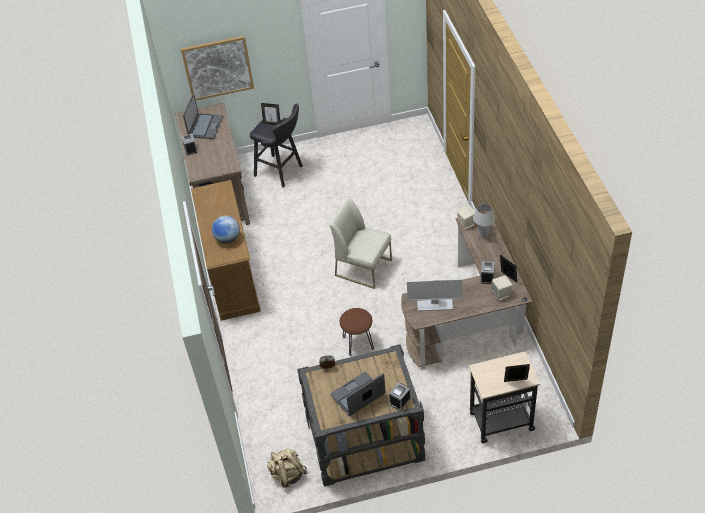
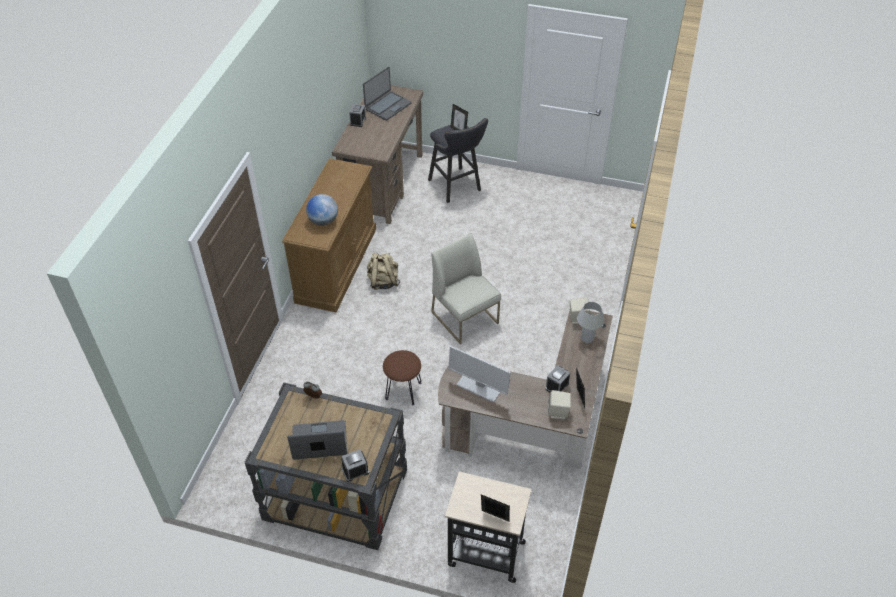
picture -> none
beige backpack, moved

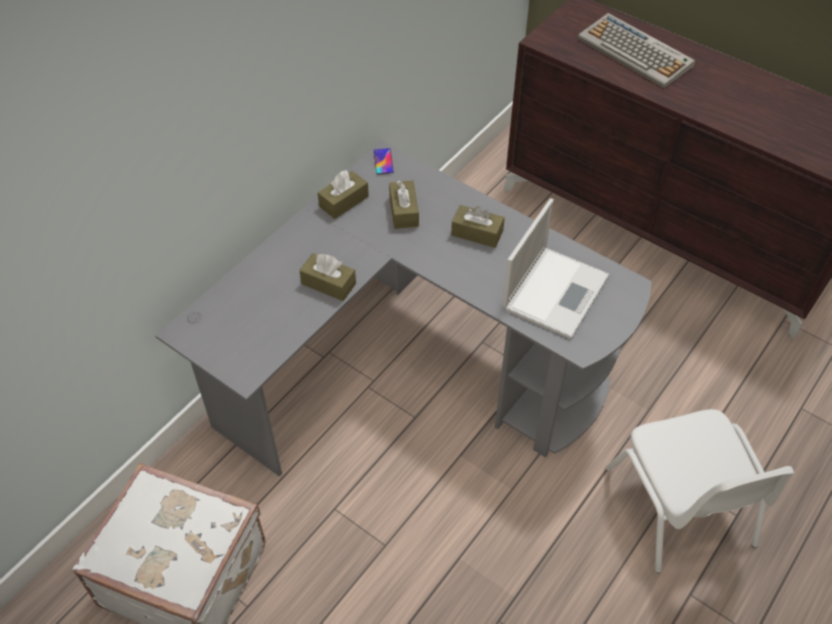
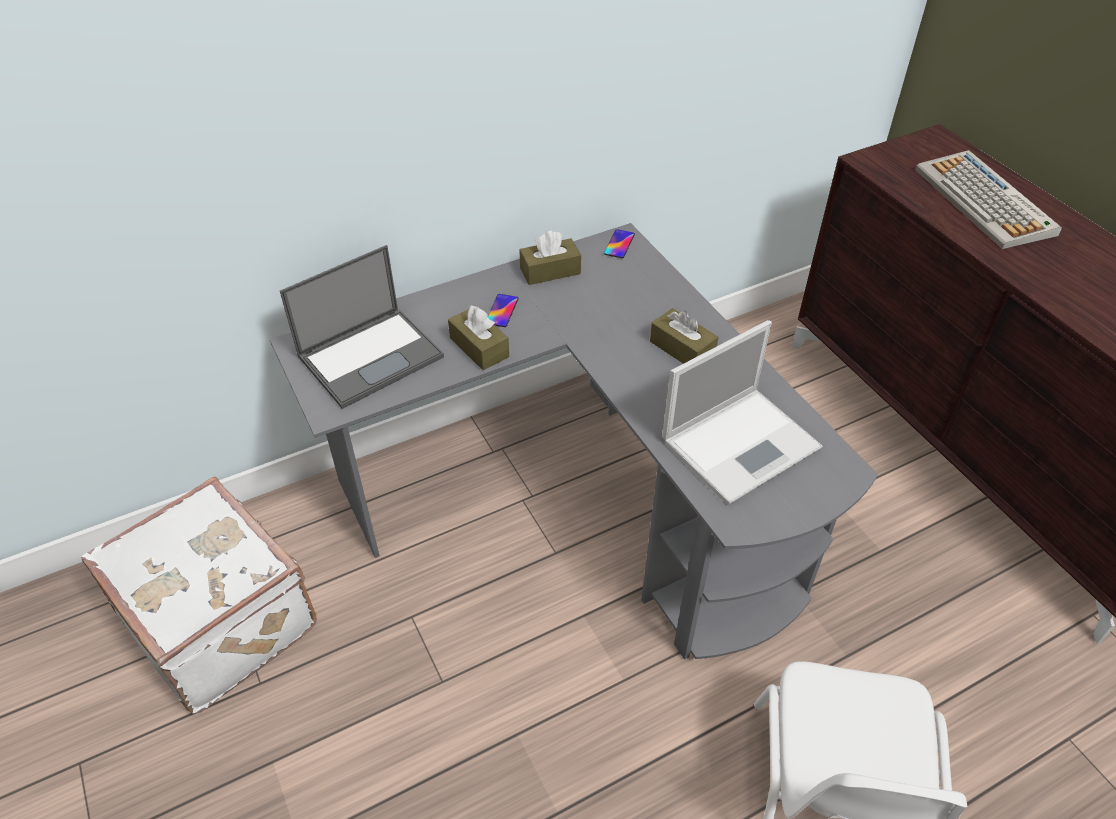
brown tissue box (3rd from left) -> none
none -> laptop (1st from left)
none -> phone (1st from left)

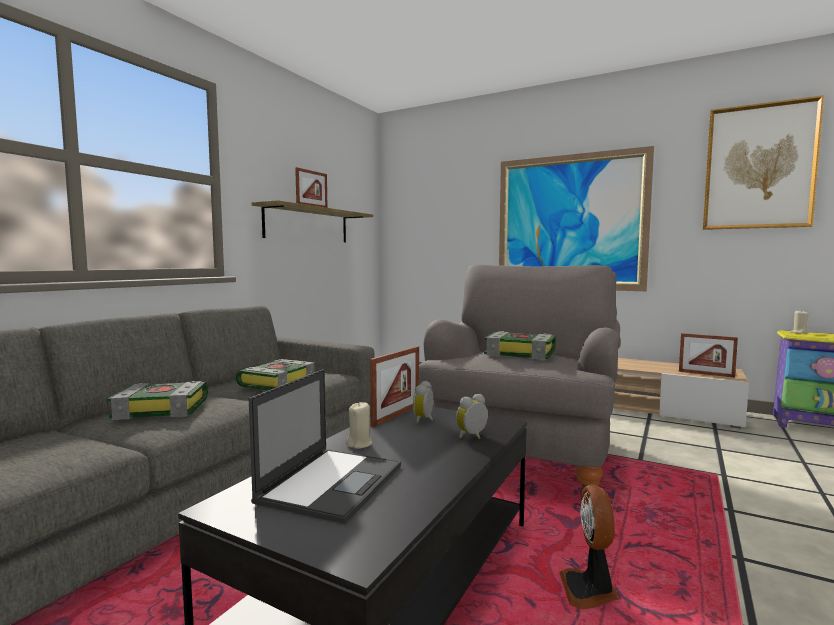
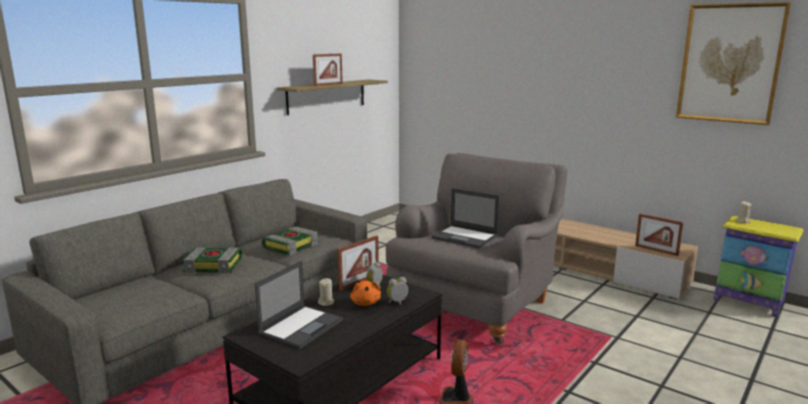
picture (1st from left) -> none
book (3rd from left) -> laptop (2nd from left)
none -> orange plush toy

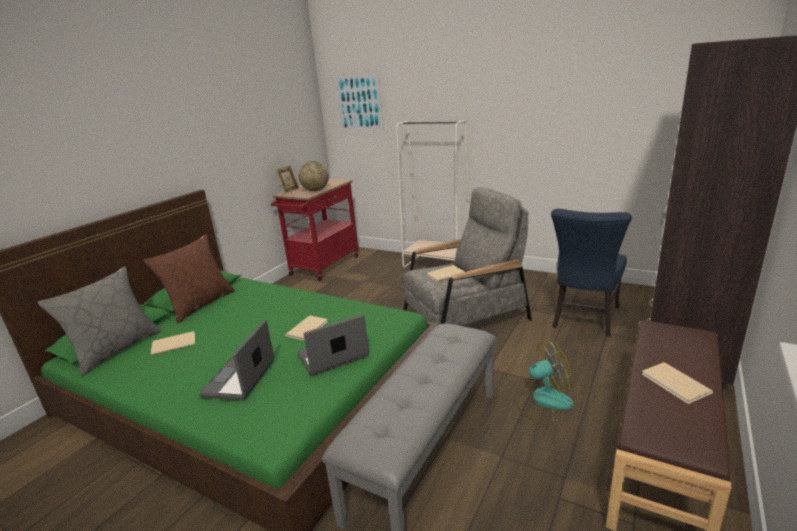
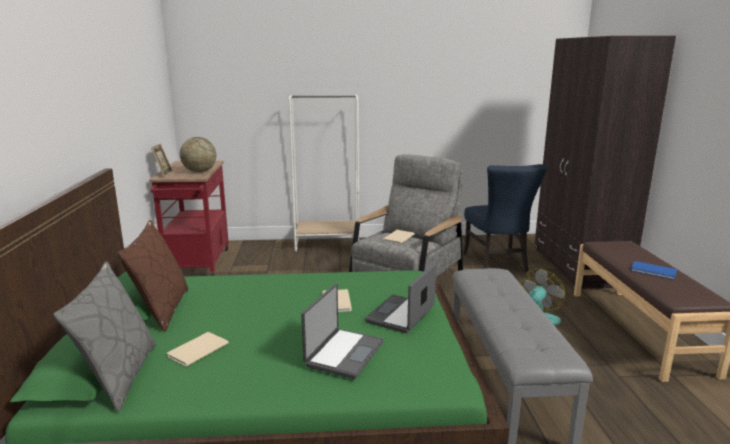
picture -> none
laptop (1st from left), 135 degrees counterclockwise
beige book (4th from left) -> blue book

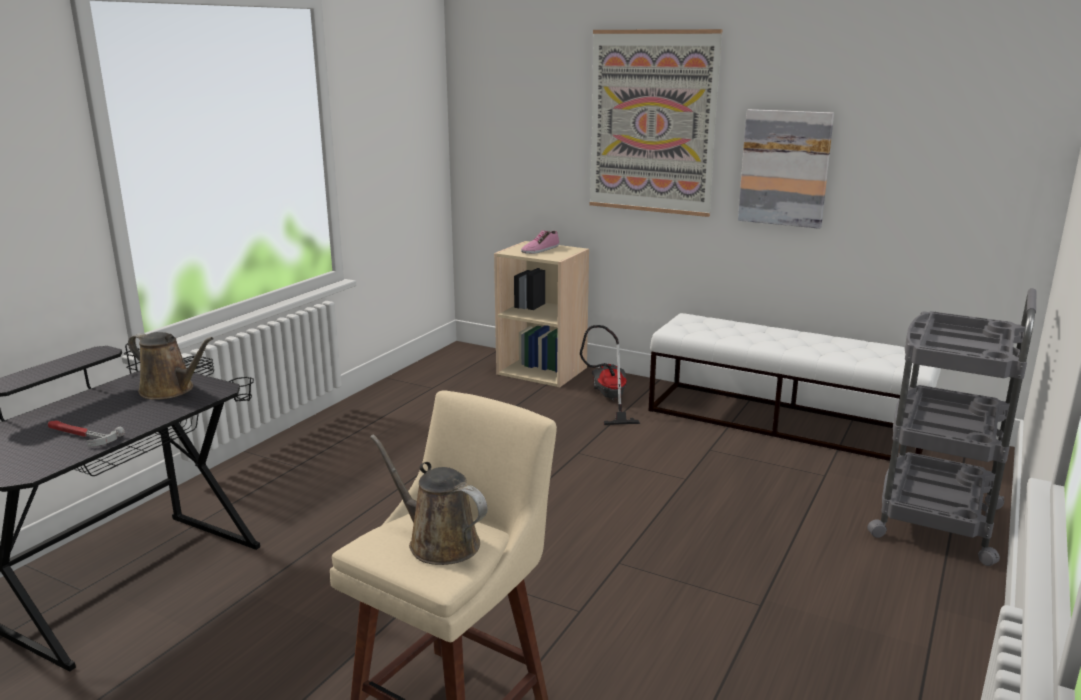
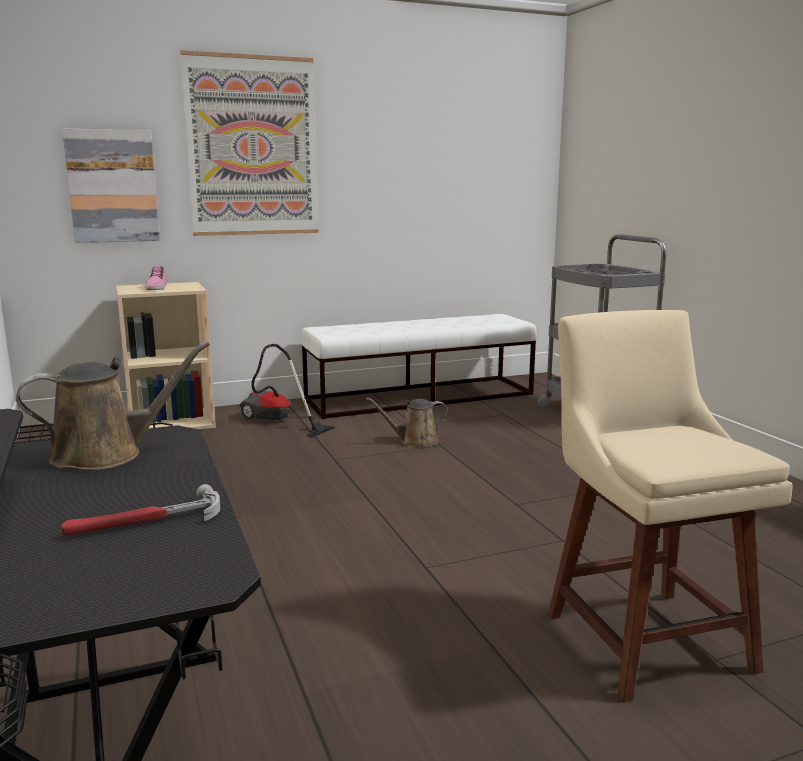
picture (2nd from left in the first image) -> picture (1st from left), moved
brown watering can (2nd from left), moved

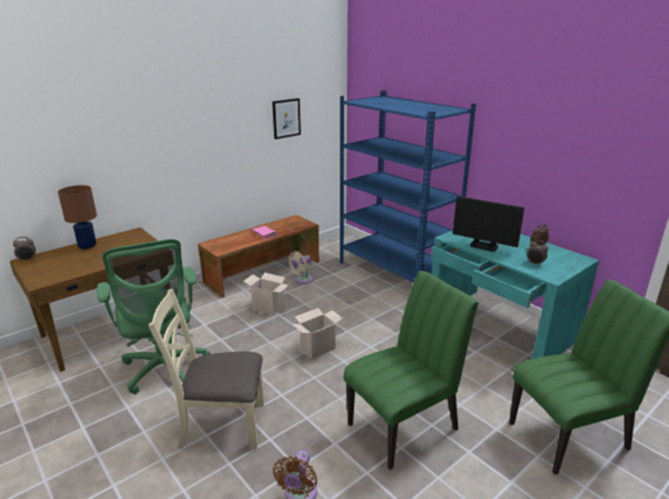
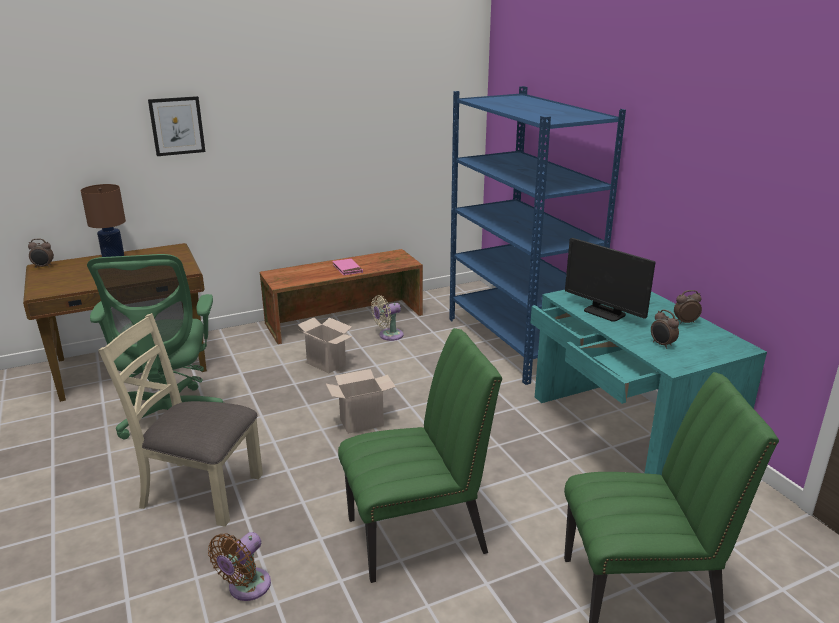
picture, moved

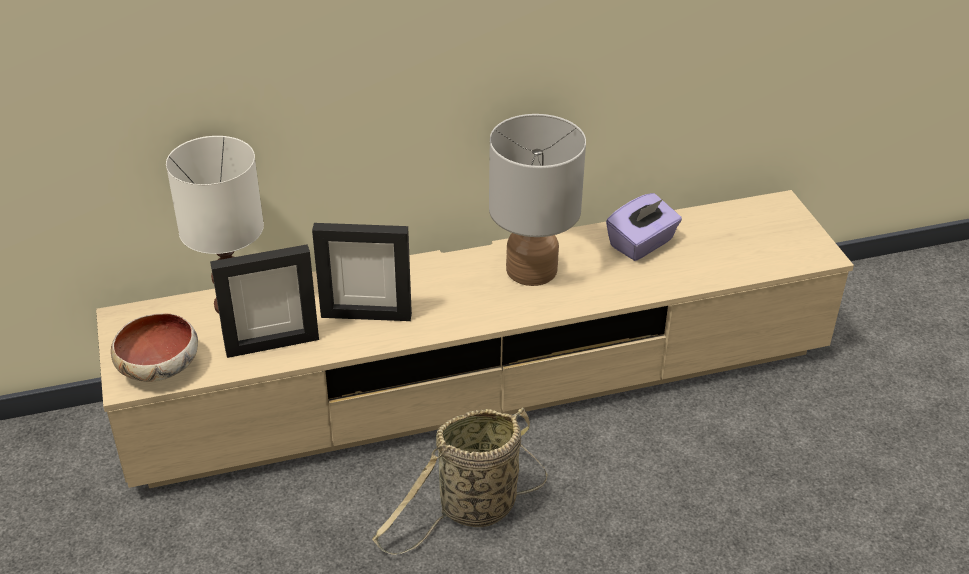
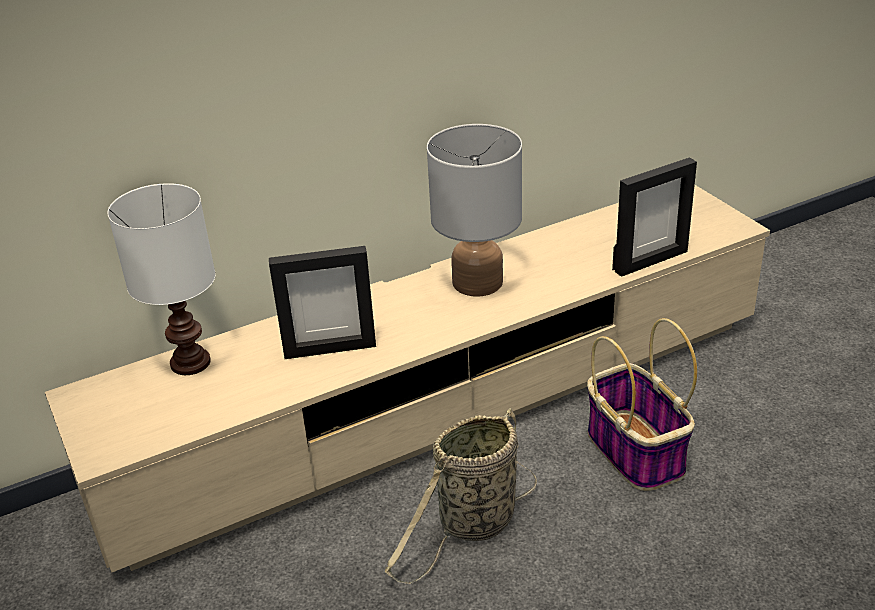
purple tissue box -> none
picture frame (1st from left in the first image) -> picture frame (2nd from left), moved
bowl -> none
none -> basket (2nd from left)

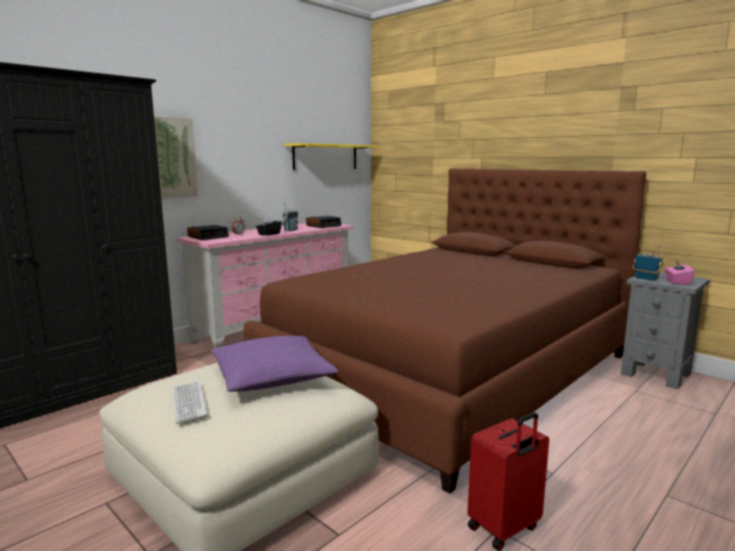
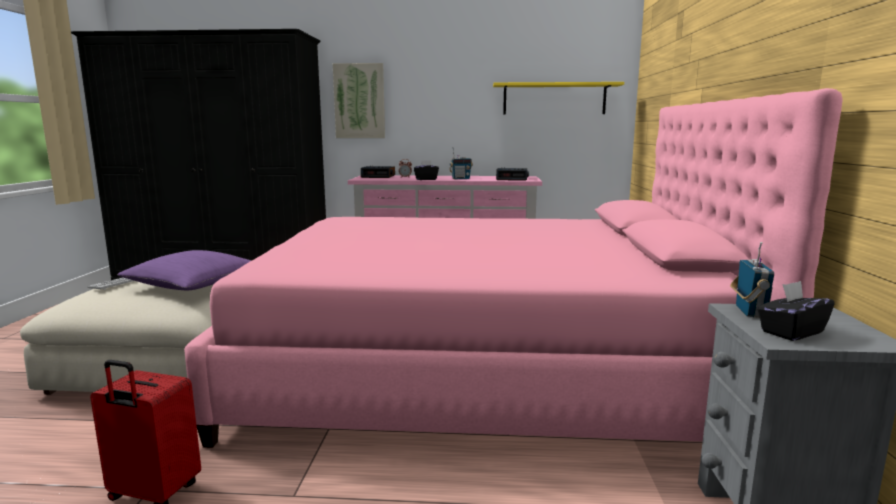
brown bed -> pink bed
pink tissue box -> black tissue box (2nd from left)

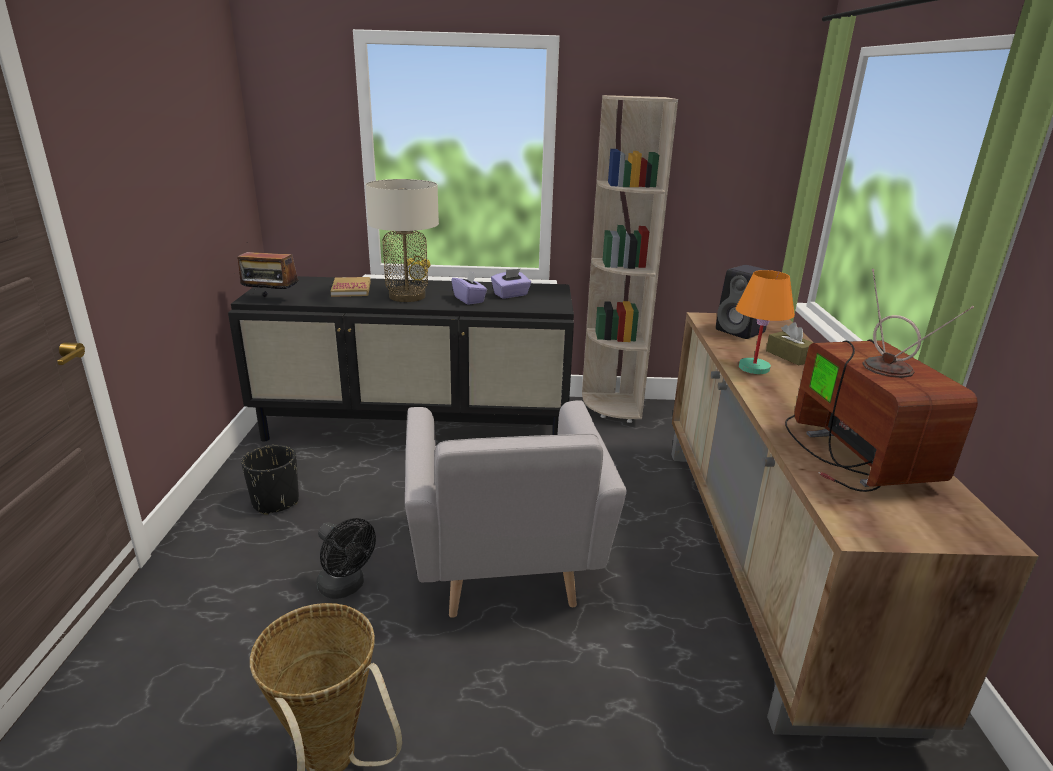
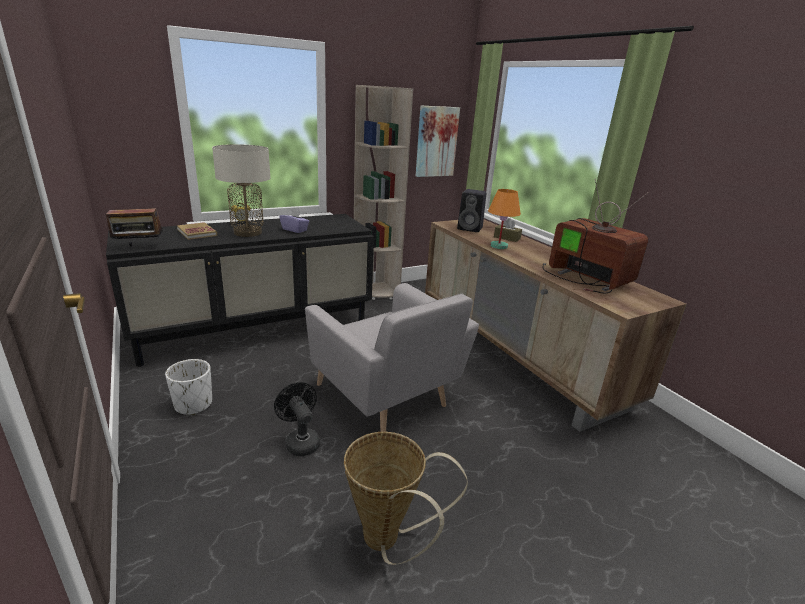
purple tissue box (2nd from left) -> none
black planter -> white planter
black fan, 135 degrees counterclockwise
none -> picture

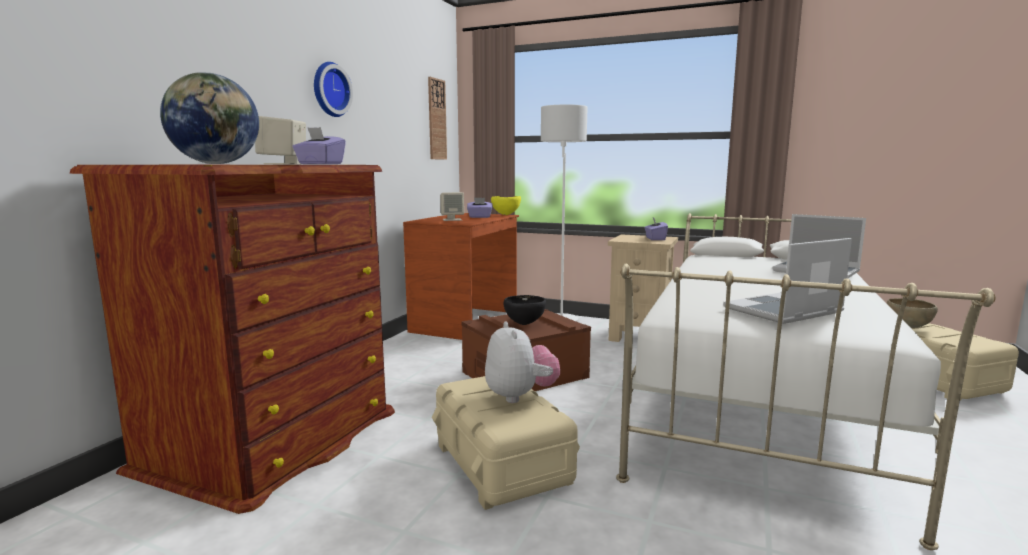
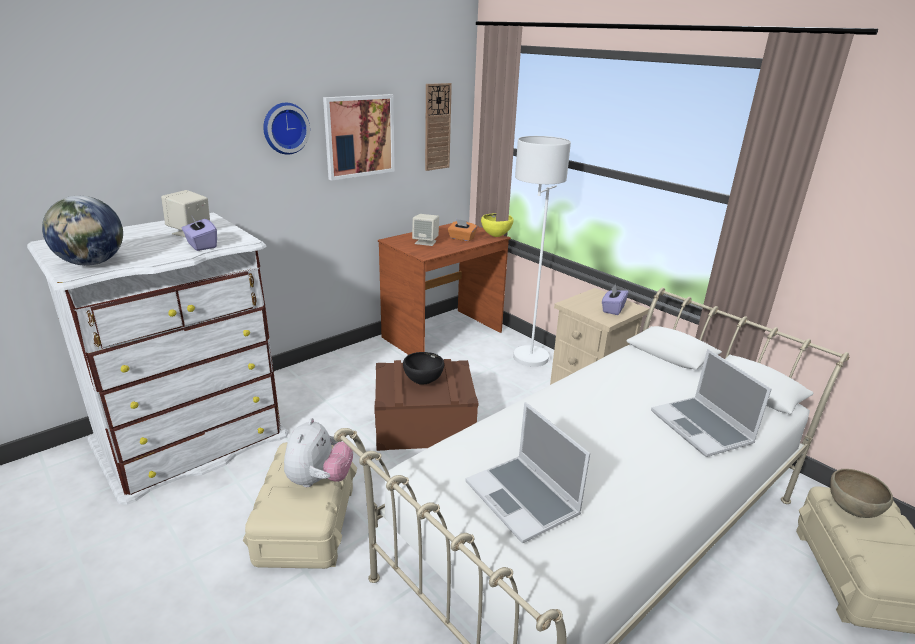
brown dresser -> white dresser
purple tissue box (2nd from left) -> orange tissue box
laptop (1st from left), 120 degrees counterclockwise
none -> picture

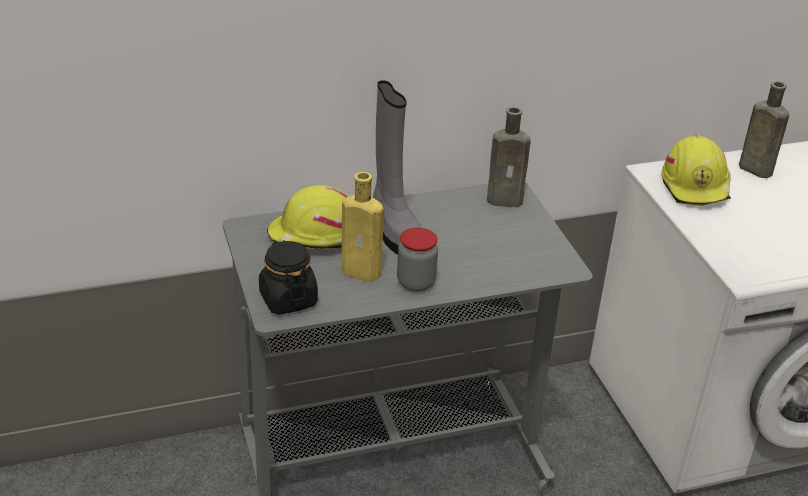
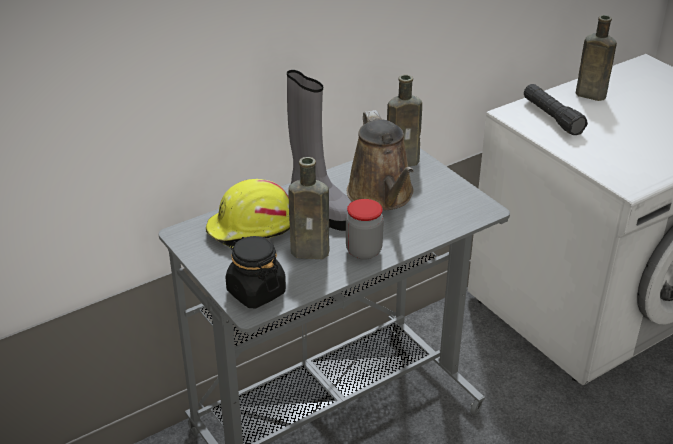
yellow hard hat (2nd from left) -> black flashlight
yellow bottle -> brown bottle (1st from left)
none -> brown watering can

